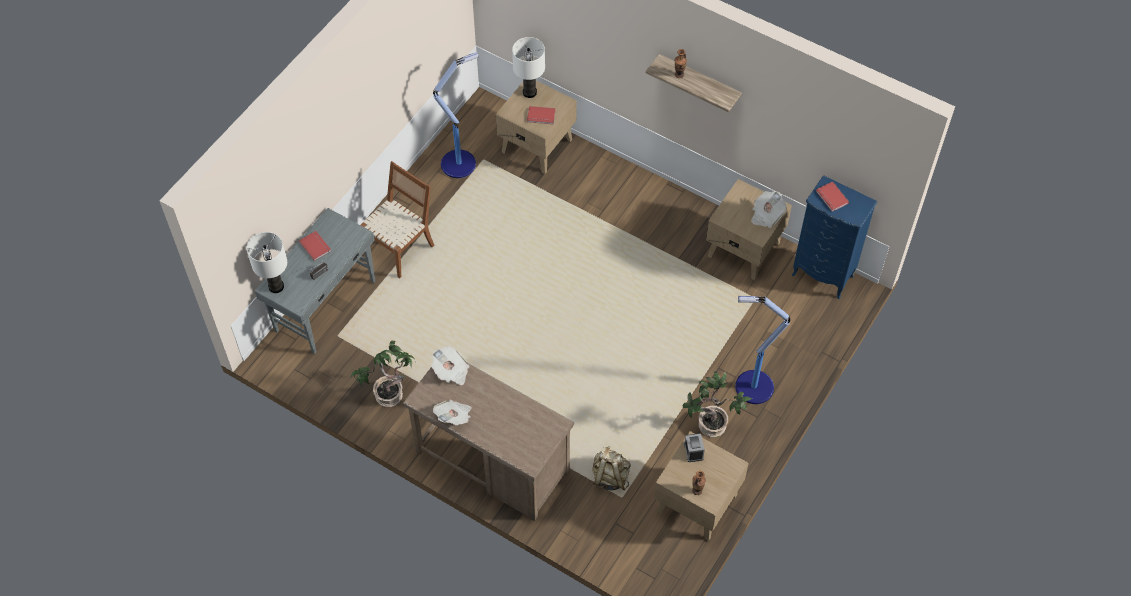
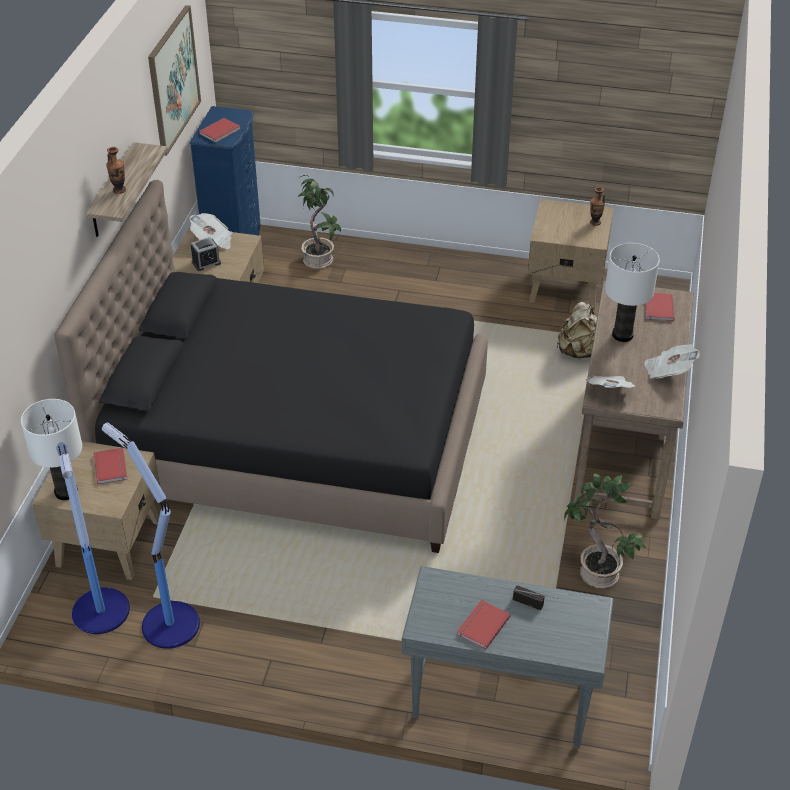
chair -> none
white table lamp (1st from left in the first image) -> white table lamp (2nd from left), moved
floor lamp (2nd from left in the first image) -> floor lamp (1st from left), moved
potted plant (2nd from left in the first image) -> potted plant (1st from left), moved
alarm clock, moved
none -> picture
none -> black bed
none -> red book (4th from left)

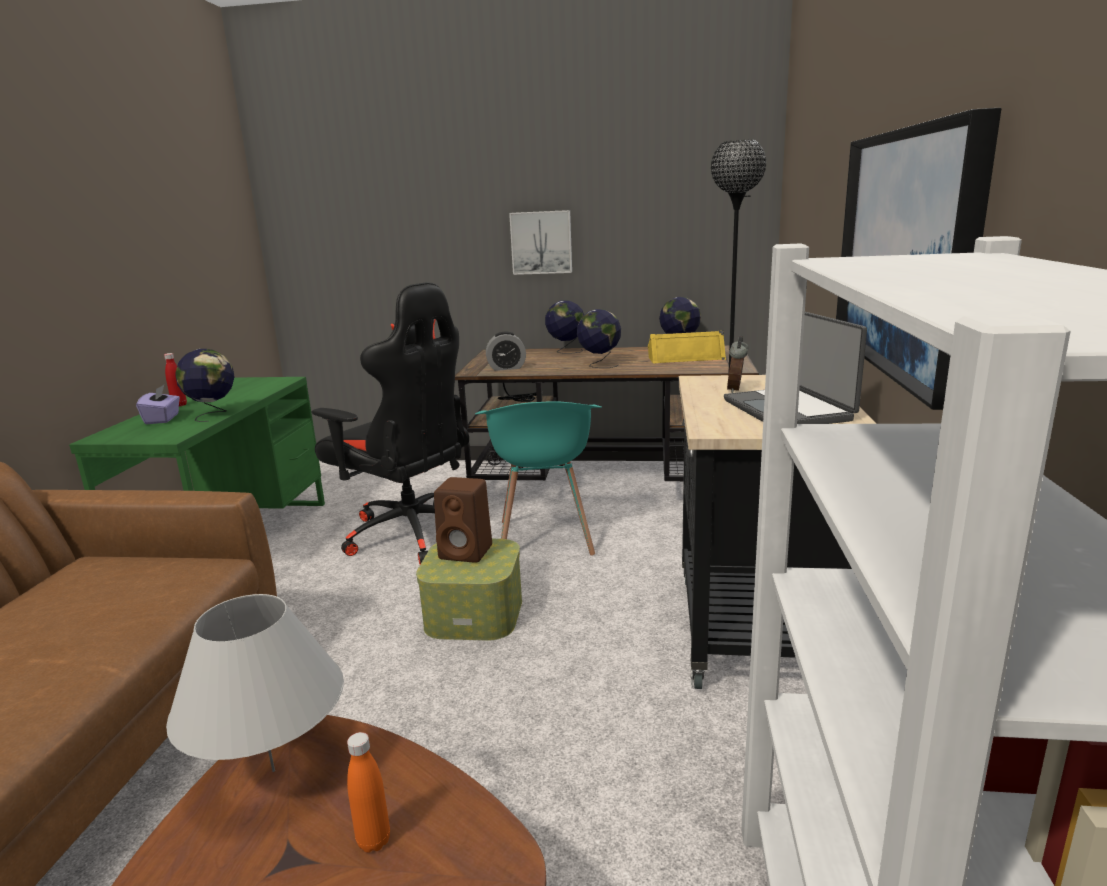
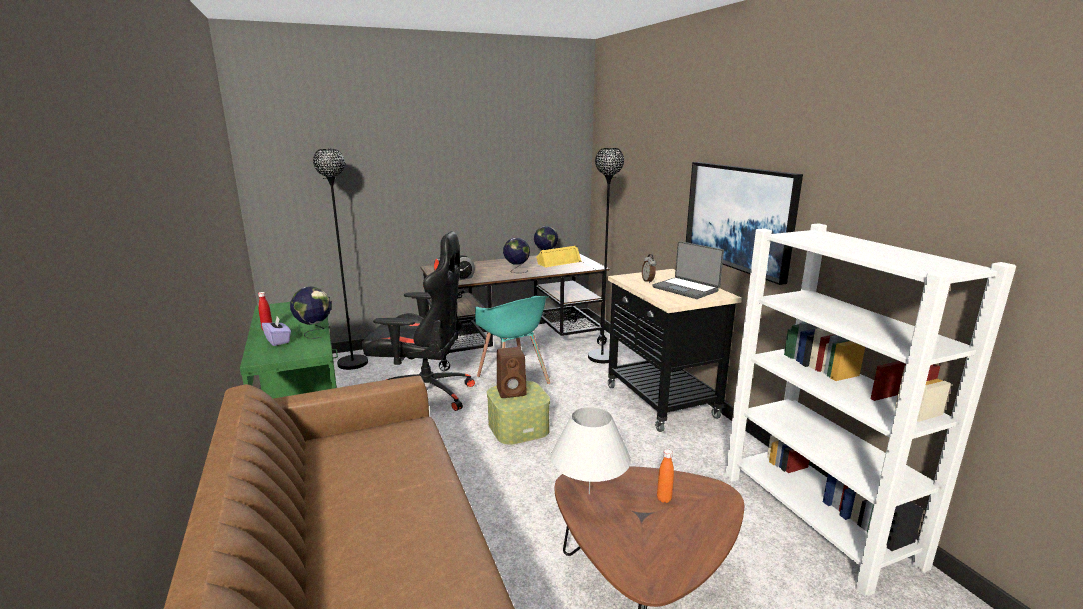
picture (1st from left) -> none
globe (2nd from left) -> none
none -> black floor lamp (1st from left)

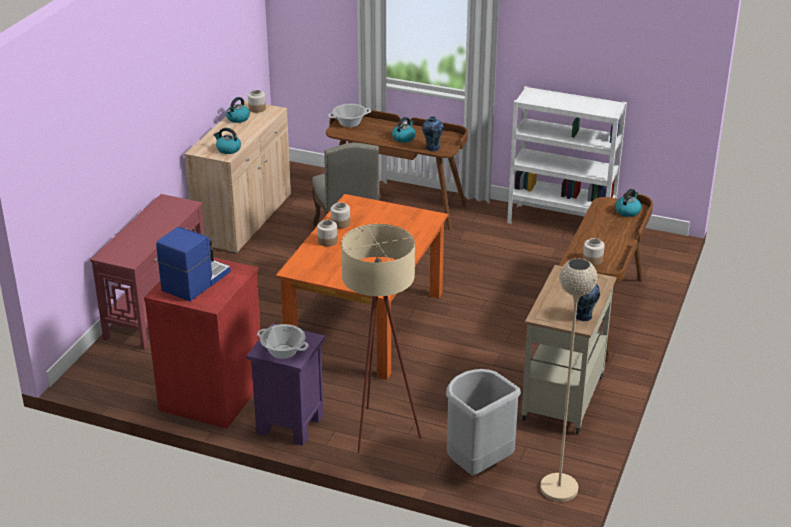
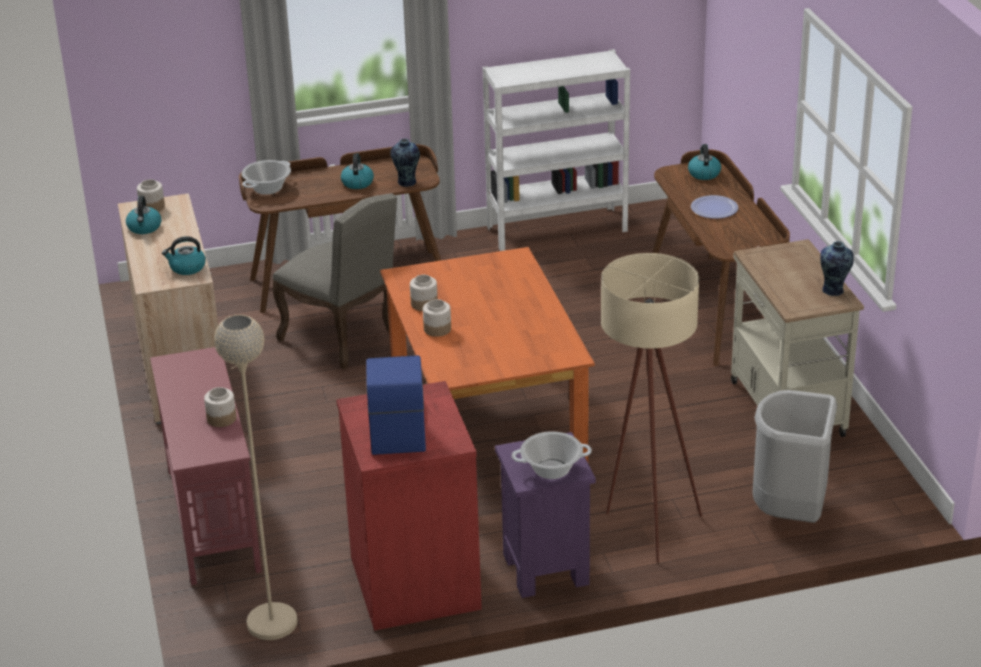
jar (4th from left in the first image) -> jar (2nd from left), moved
beige floor lamp (2nd from left in the first image) -> beige floor lamp (1st from left), moved
none -> plate

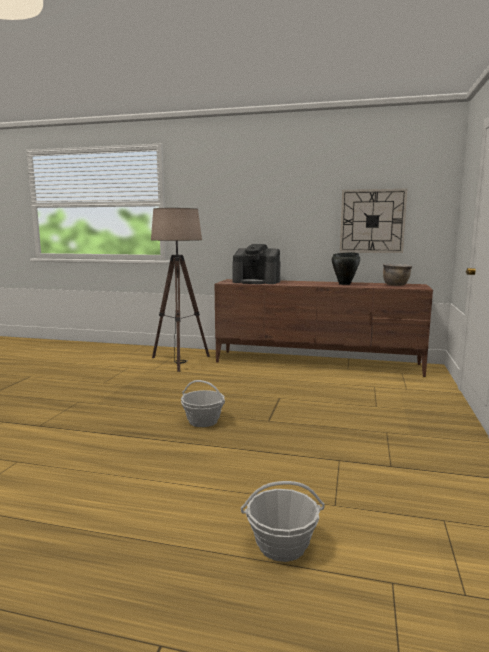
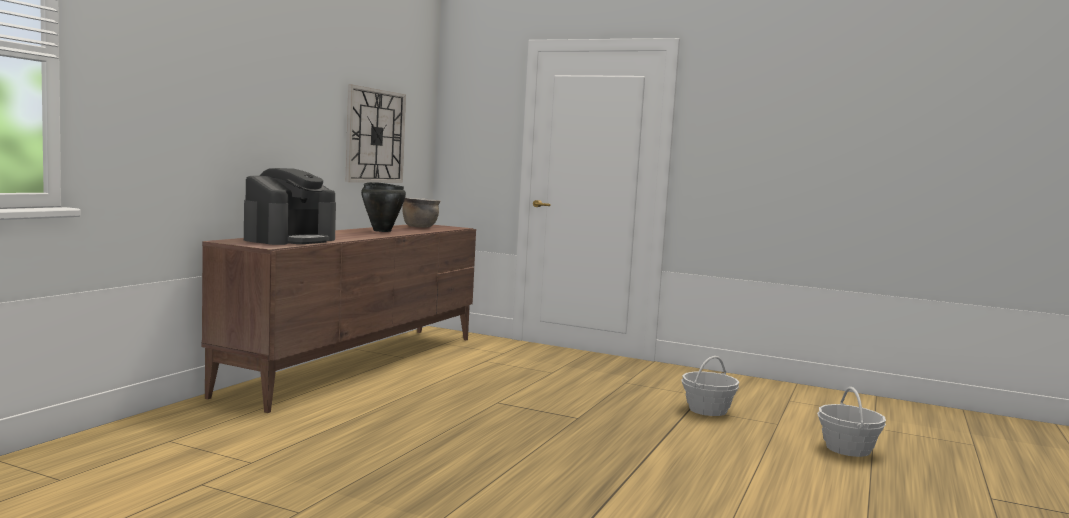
floor lamp -> none
basket (1st from left), moved

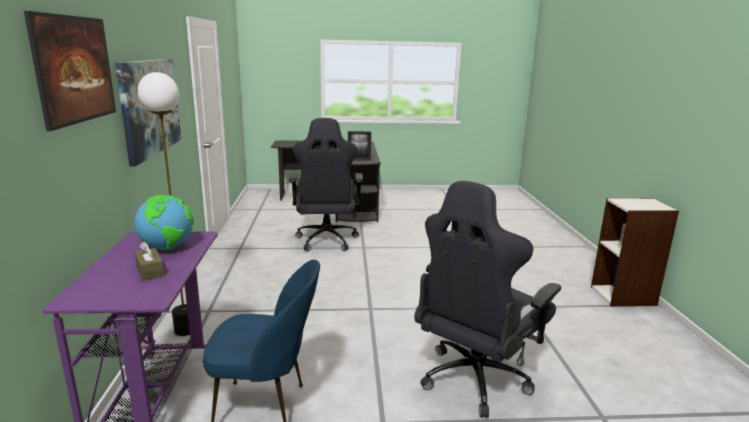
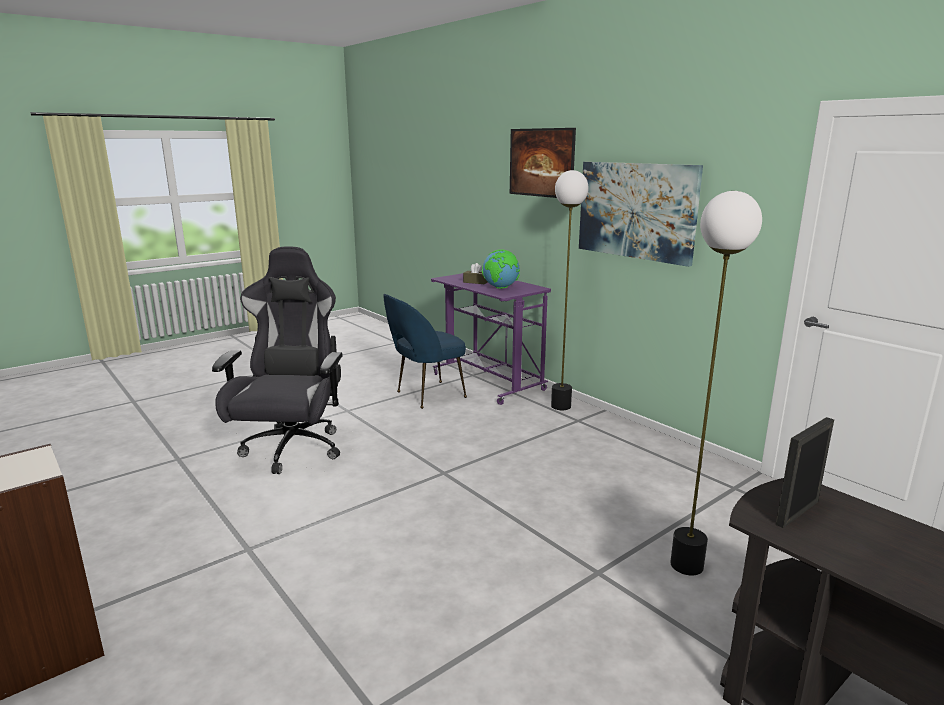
black office chair (1st from left) -> floor lamp (2nd from left)

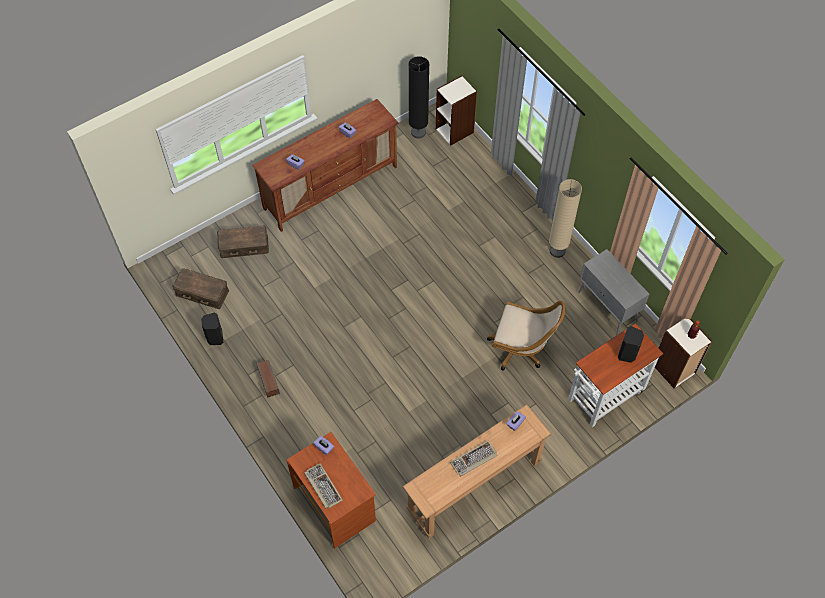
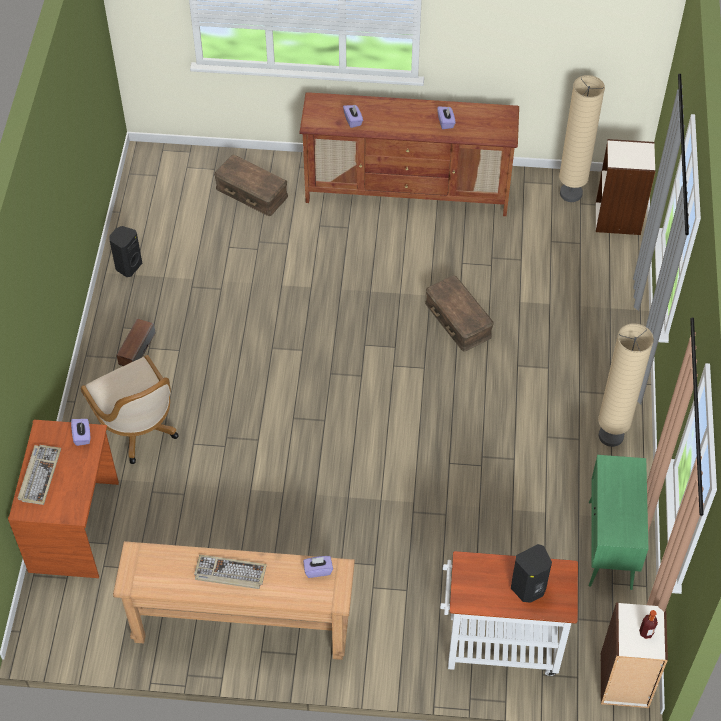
black floor lamp -> beige floor lamp (1st from left)
grey cabinet -> green cabinet
brown storage box (1st from left in the first image) -> brown storage box (2nd from left), moved
office chair, moved

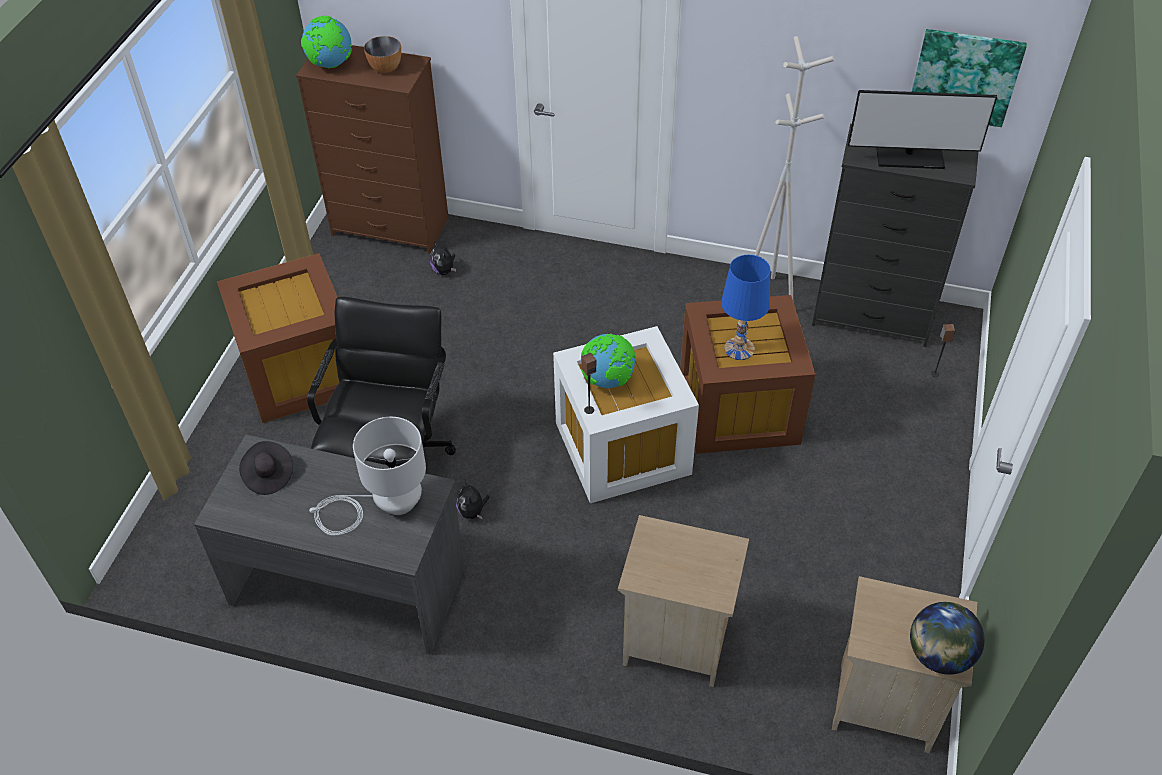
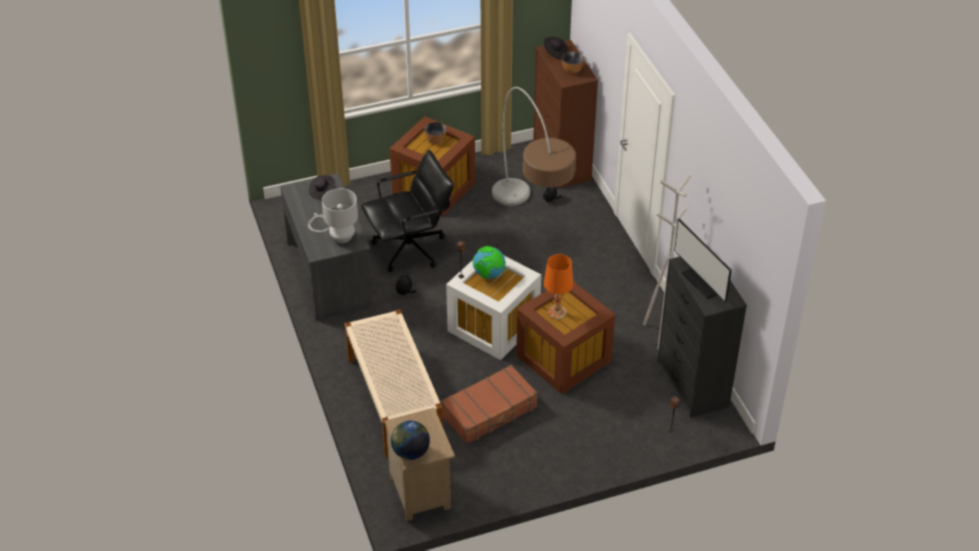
globe (1st from left) -> black hat (2nd from left)
picture -> none
blue table lamp -> orange table lamp
beige nightstand (1st from left) -> beige bench
none -> floor lamp
none -> bowl (1st from left)
none -> brown suitcase

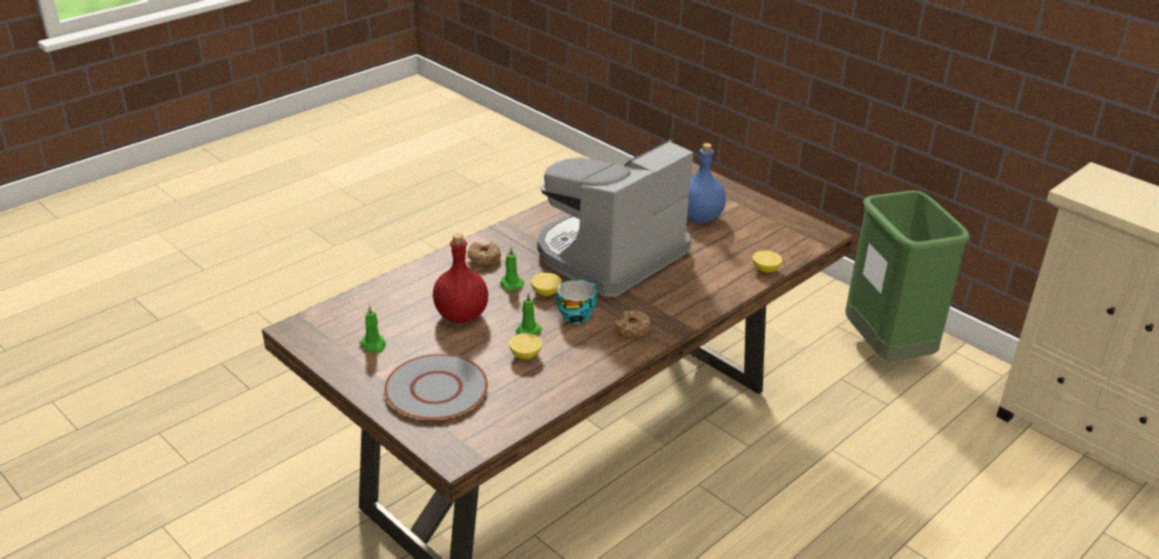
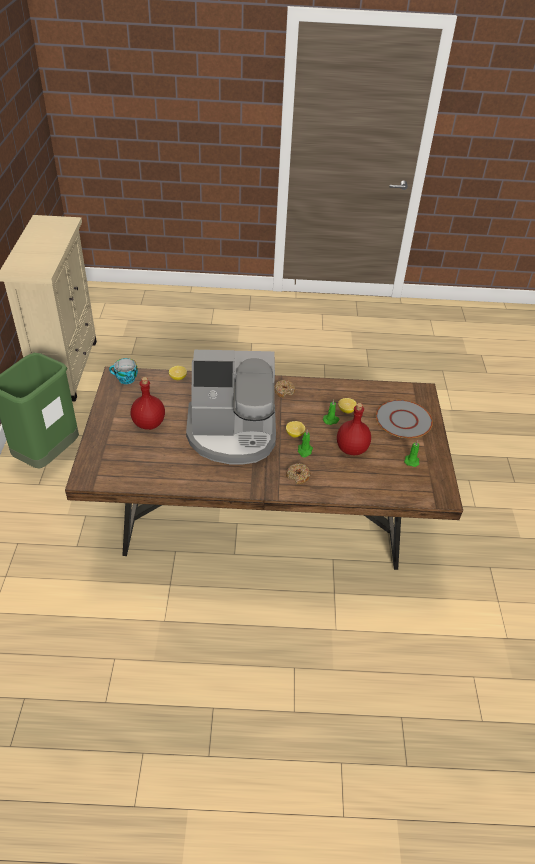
blue bottle -> red bottle (1st from left)
cup, moved

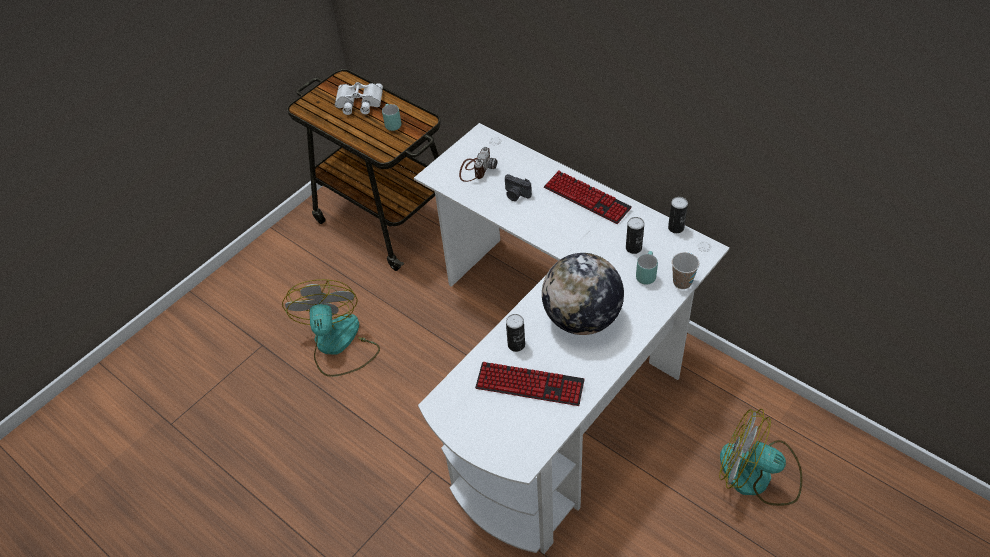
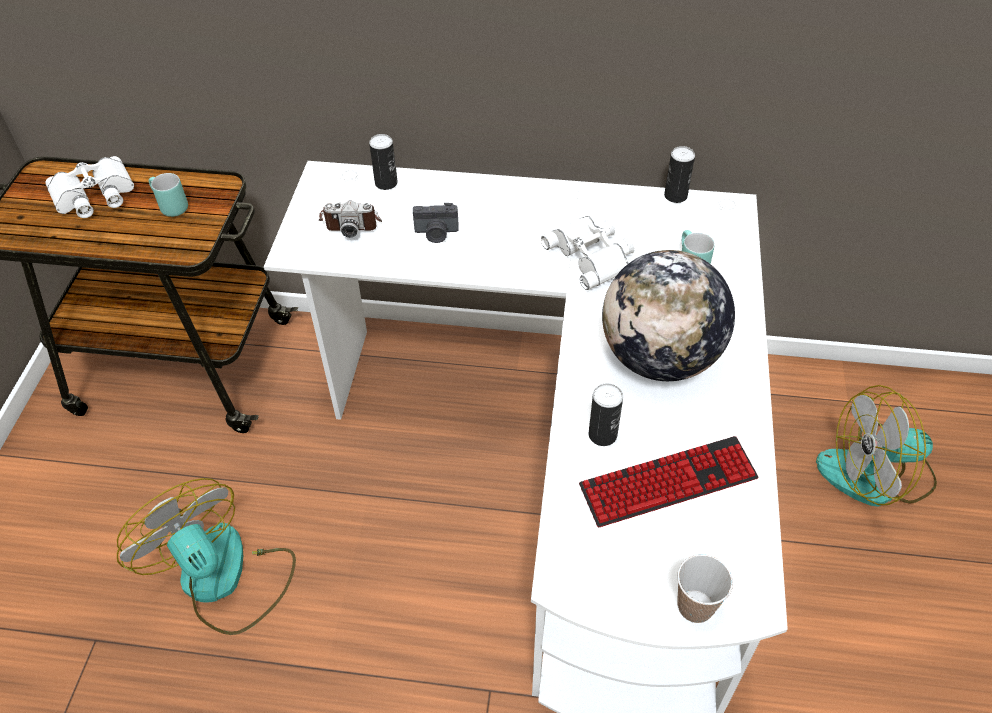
photo camera (1st from left), 105 degrees clockwise
keyboard (2nd from left) -> none
can (2nd from left in the first image) -> can (1st from left), moved
cup, moved
none -> white binoculars (2nd from left)

